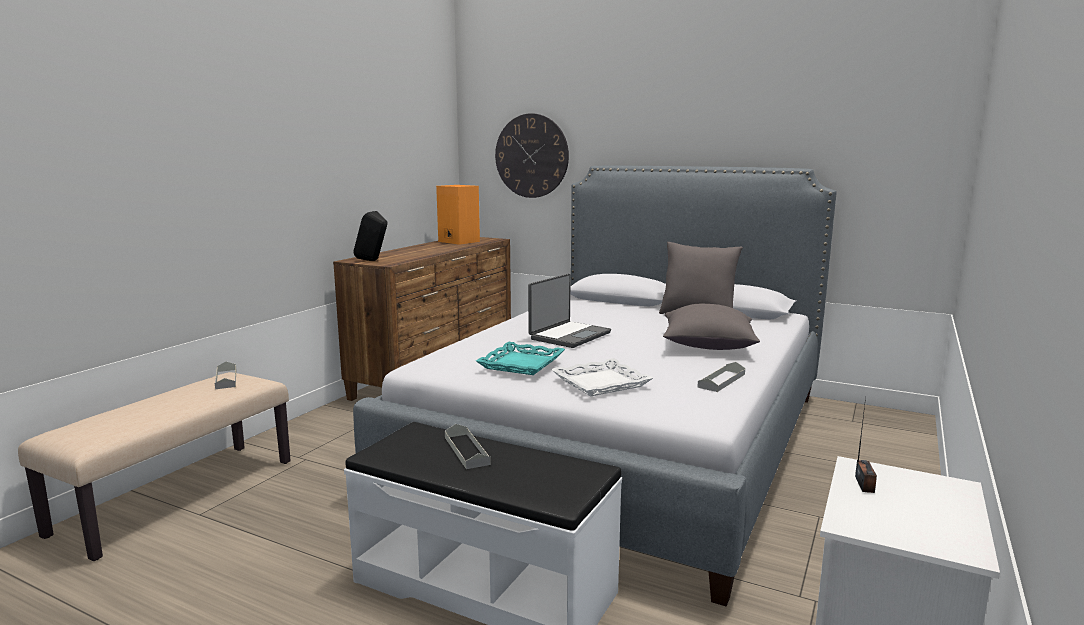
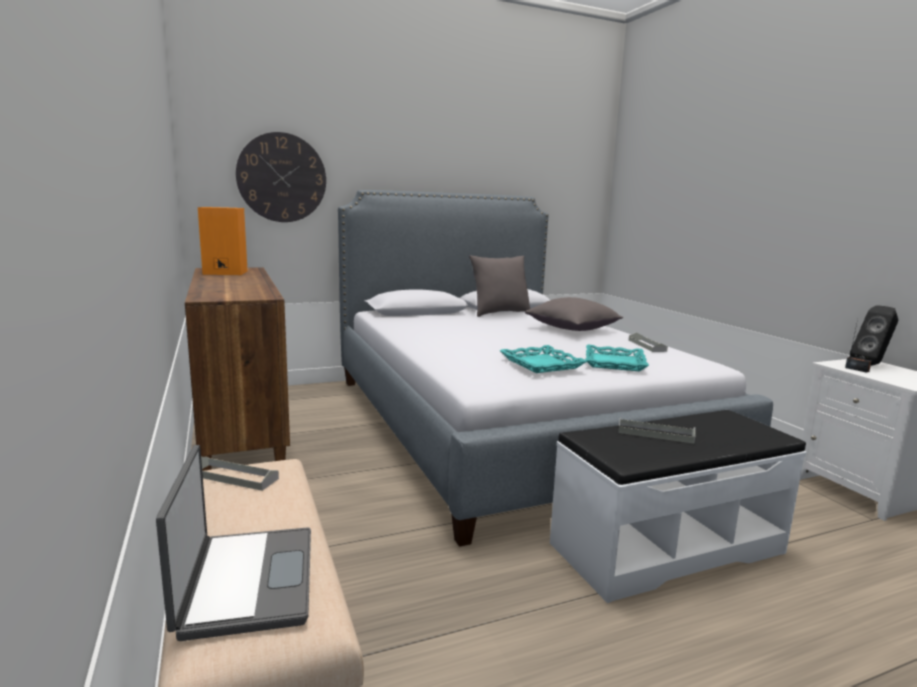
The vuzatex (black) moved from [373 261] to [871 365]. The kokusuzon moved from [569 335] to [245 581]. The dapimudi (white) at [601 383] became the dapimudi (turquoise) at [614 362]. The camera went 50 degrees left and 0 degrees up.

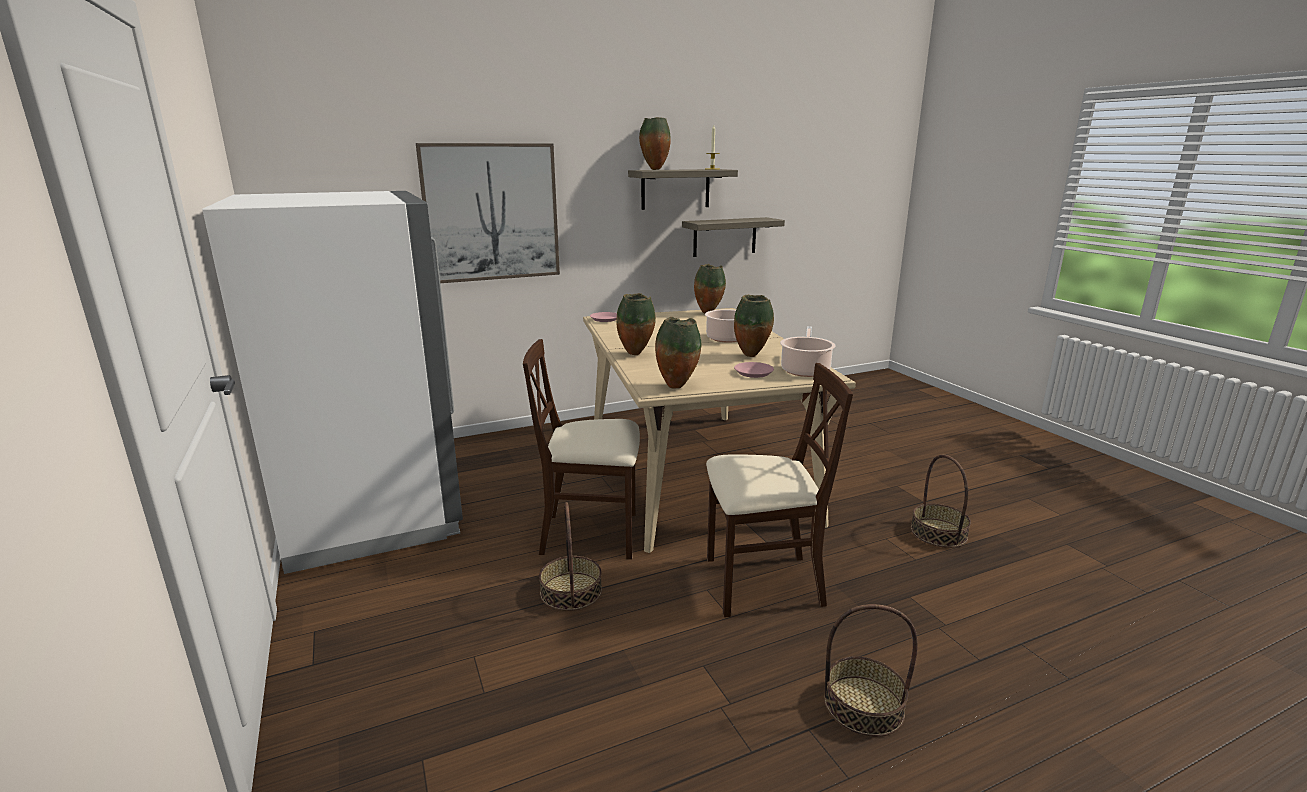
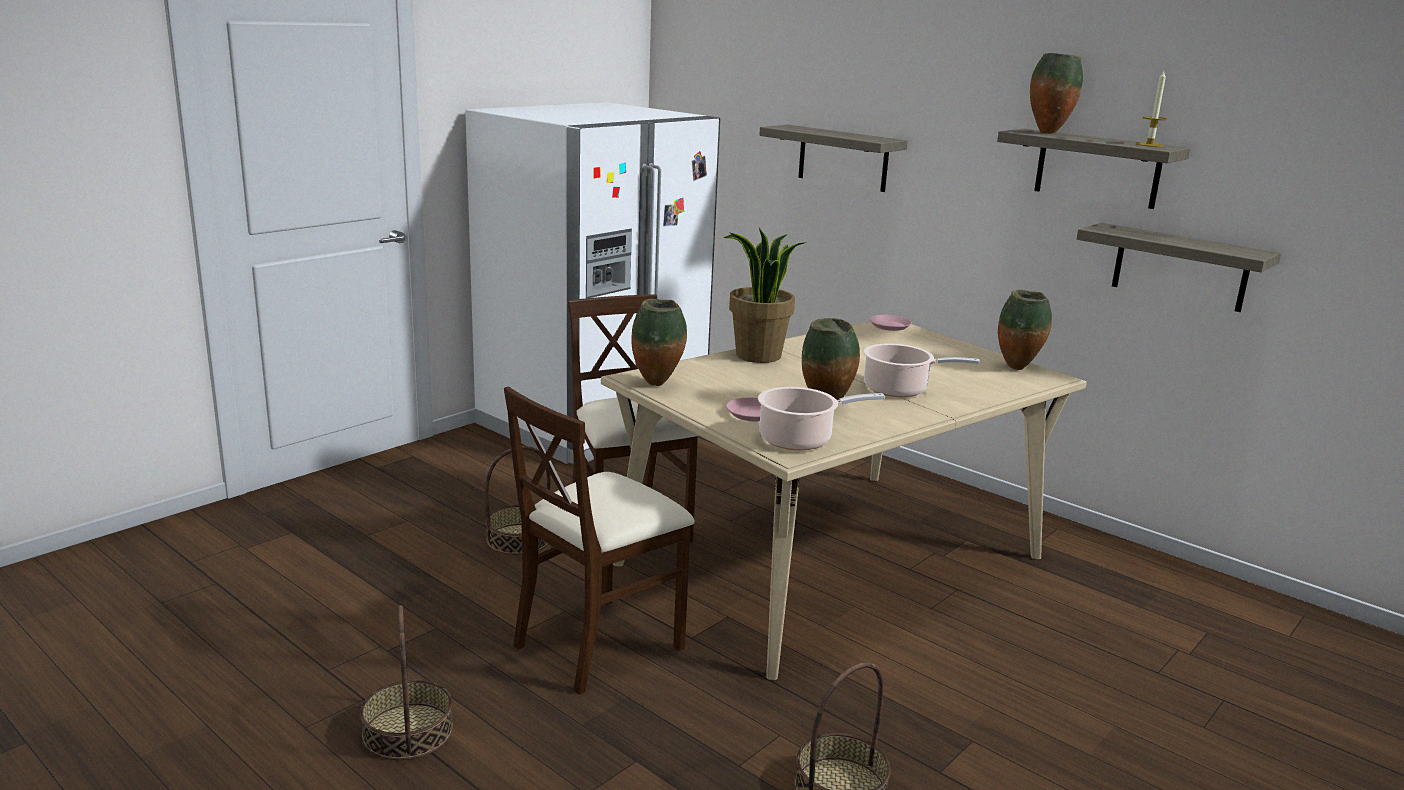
The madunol at [491 212] was replaced by the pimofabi at [843 158]. The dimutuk at [636 354] was replaced by the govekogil at [758 356]. The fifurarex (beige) at [762 583] turned 75 degrees clockwise. The camera went 65 degrees right and 0 degrees up.

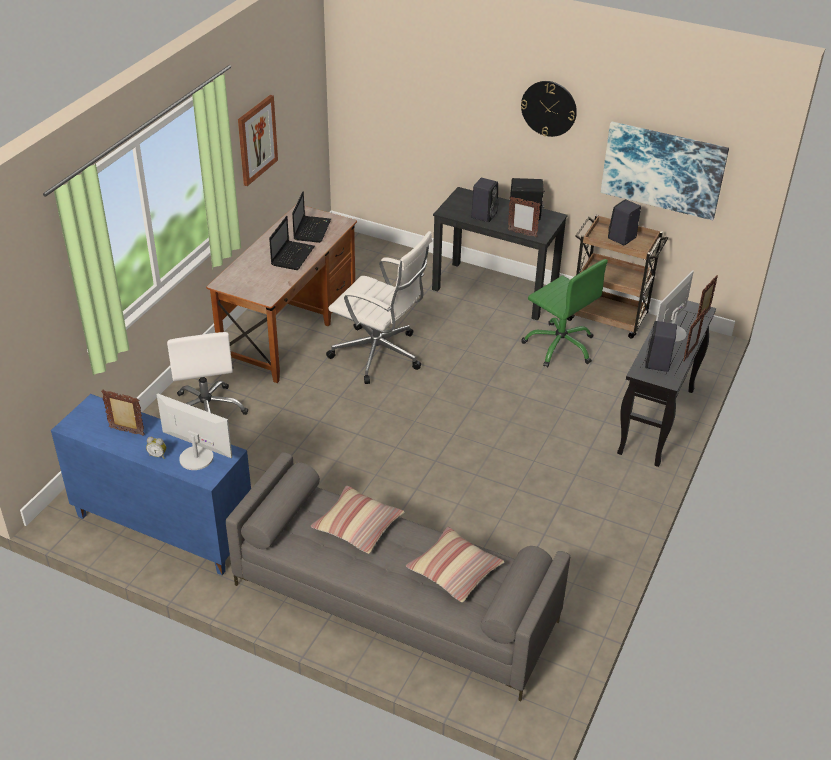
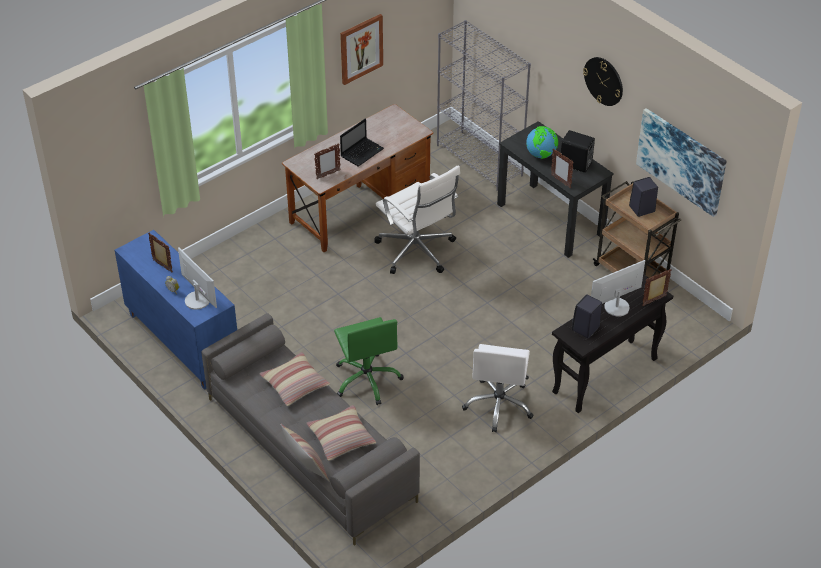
The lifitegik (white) moved from [207 411] to [499 405]. The kokusuzon at [312 229] disappeared. The vuzatex (black) at [484 215] was replaced by the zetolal at [541 155]. The lifitegik (green) moved from [560 346] to [367 379]. The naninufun moved from [690 353] to [328 174]. The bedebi at [306 468] appeared. The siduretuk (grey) at [480 160] appeared. The camera went 25 degrees right and 5 degrees up.

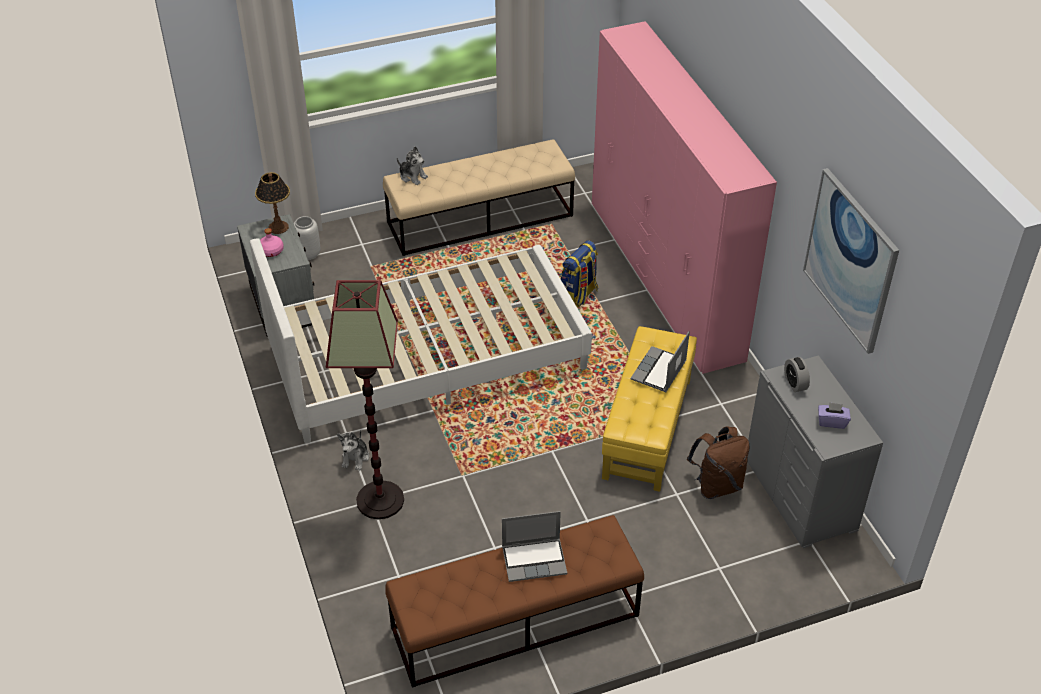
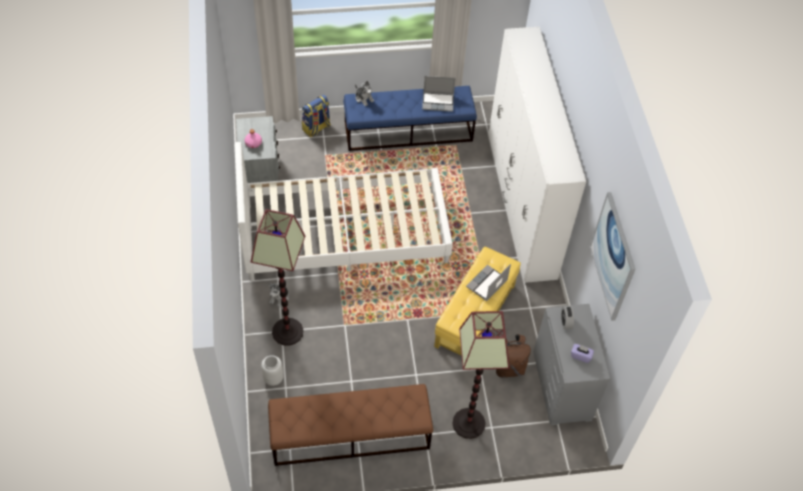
The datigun at [278 227] disappeared. The dimutuk (grey) moved from [308 254] to [273 378]. The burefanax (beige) at [480 219] became the burefanax (blue) at [409 131]. The kokusuzon moved from [535 560] to [438 102]. The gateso moved from [578 296] to [316 128]. The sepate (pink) at [664 278] became the sepate (white) at [521 203]. The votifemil at [468 423] appeared. The camera went 10 degrees right and 10 degrees up.

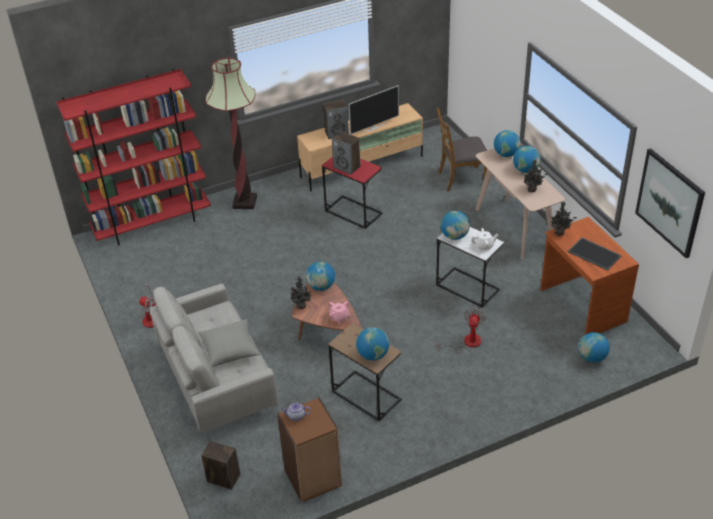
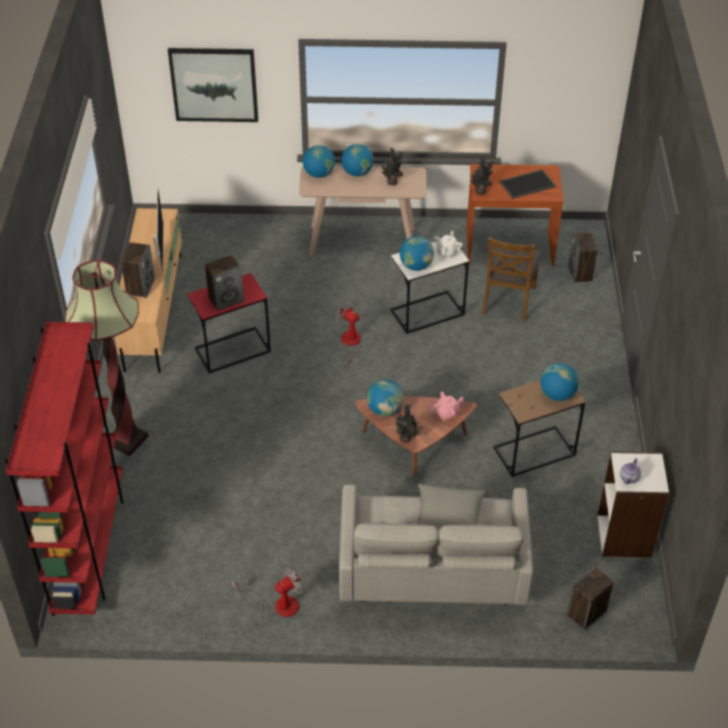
The siduretuk (brown) at [313 478] became the siduretuk (white) at [625 536]. The fifurarex (brown) moved from [461 178] to [508 300]. The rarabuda moved from [466 343] to [350 344]. The zetolal at [592 358] was replaced by the vuzatex at [580 273]. The madunol moved from [669 202] to [214 84]. The camera went 65 degrees left and 5 degrees up.

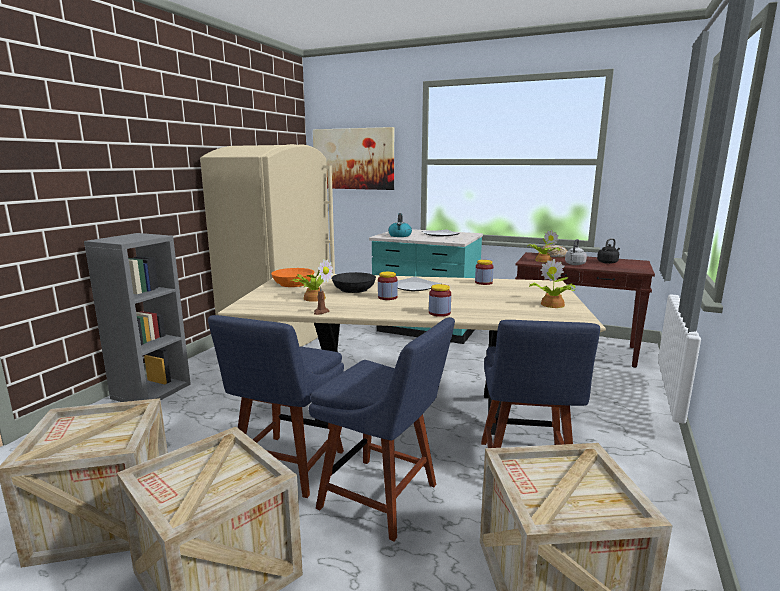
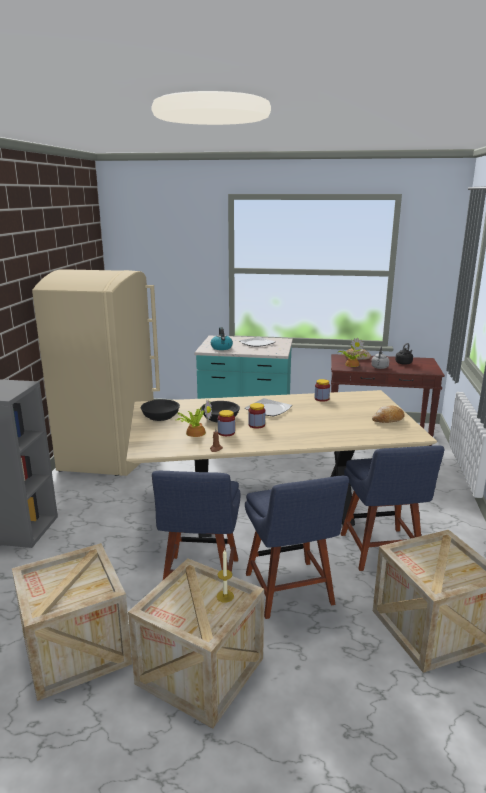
The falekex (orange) at [293 283] became the falekex (black) at [160 416]. The fifurarex (blue) at [383 498] turned 60 degrees clockwise. The madunol at [353 159] disappeared. The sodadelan moved from [439 313] to [226 433]. The govekogil at [551 305] was replaced by the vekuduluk at [388 420]. The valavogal at [225 596] appeared. The camera went 15 degrees left and 5 degrees up.

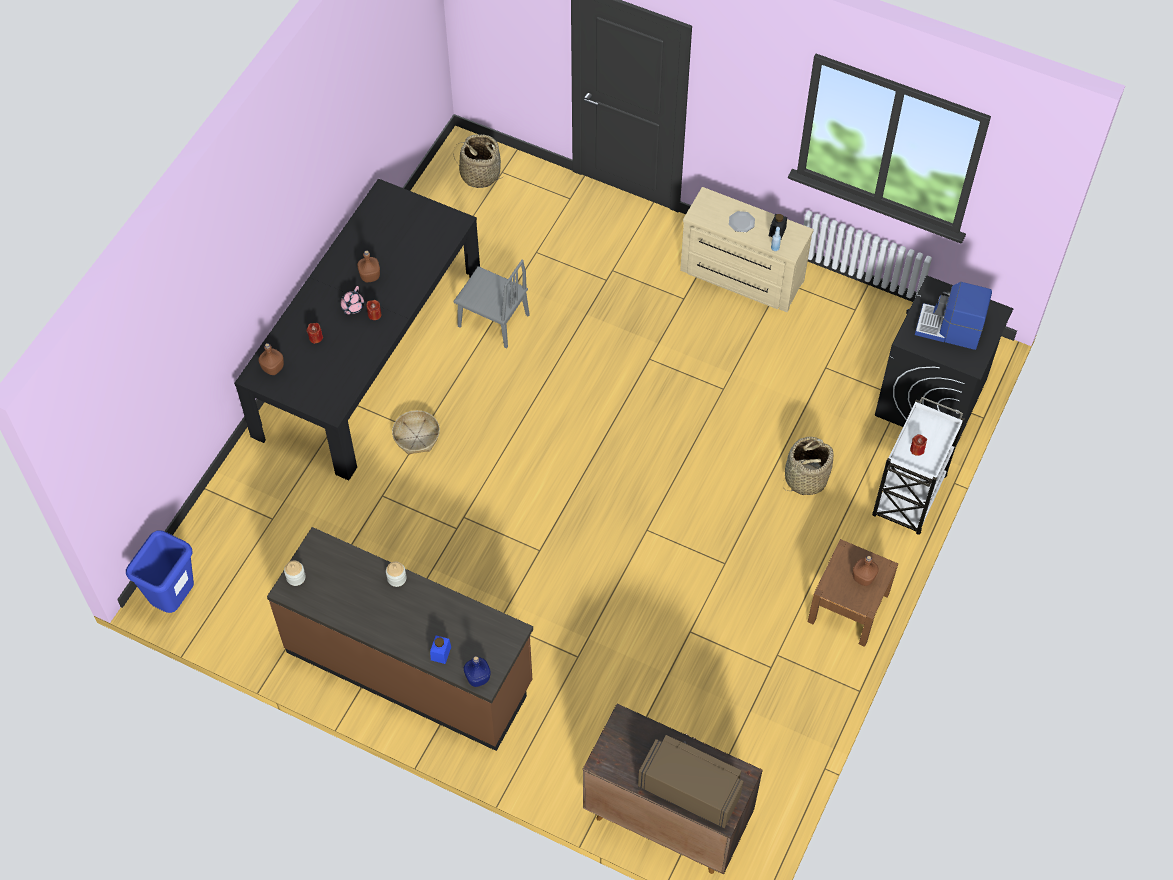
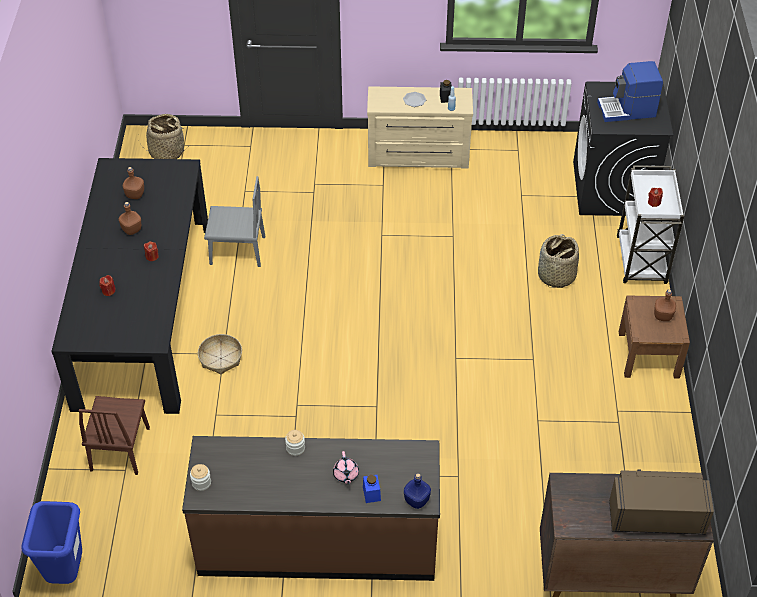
The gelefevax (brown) moved from [273 368] to [135 194]. The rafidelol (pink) moved from [352 307] to [346 475]. The fifurarex (brown) at [120 448] appeared. The camera went 25 degrees left and 10 degrees down.

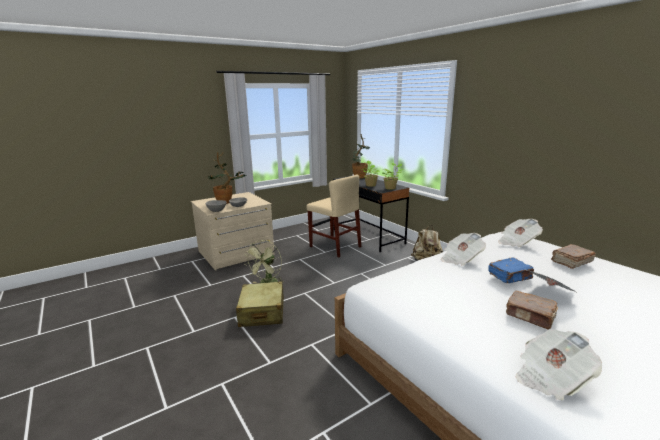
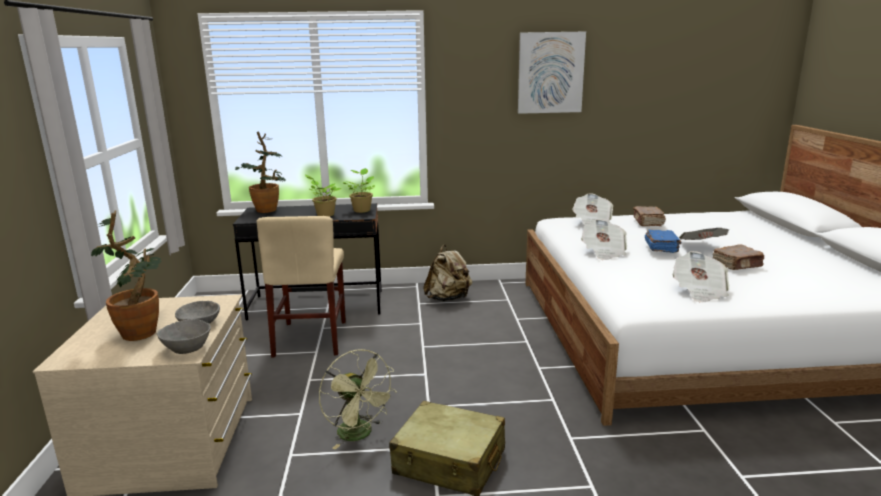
The fifurarex (beige) at [335 246] turned 105 degrees clockwise. The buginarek moved from [550 378] to [699 291]. The madunol at [550 73] appeared. The camera went 60 degrees left and 0 degrees up.

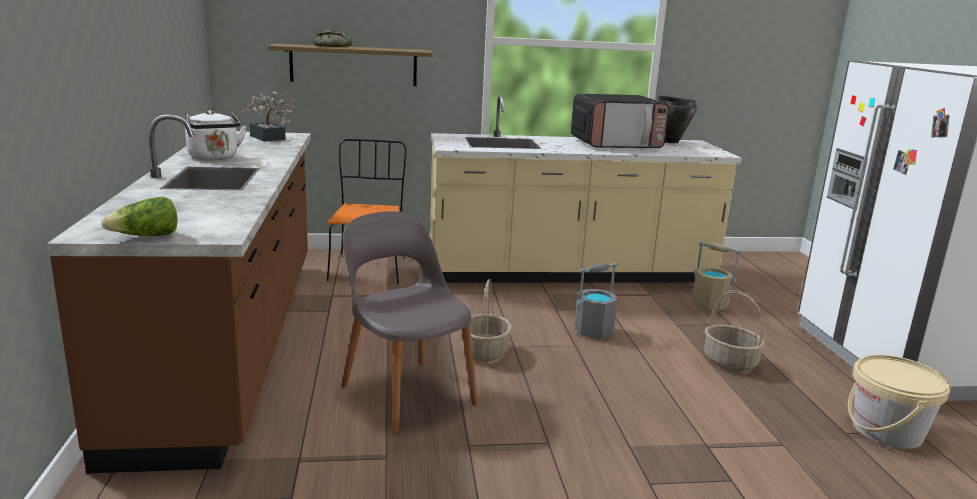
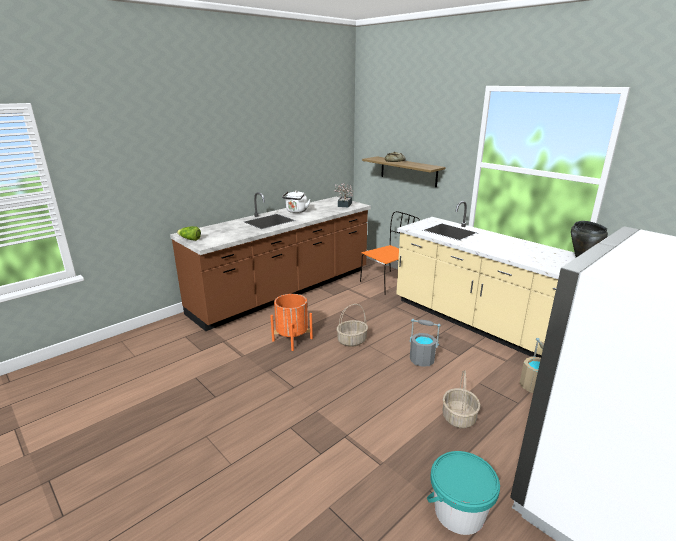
The fifurarex (grey) at [407 393] was replaced by the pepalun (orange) at [292 339]. The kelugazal at [616 144] disappeared. The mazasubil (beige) at [887 431] became the mazasubil (turquoise) at [459 512]. The camera went 55 degrees right and 5 degrees up.

